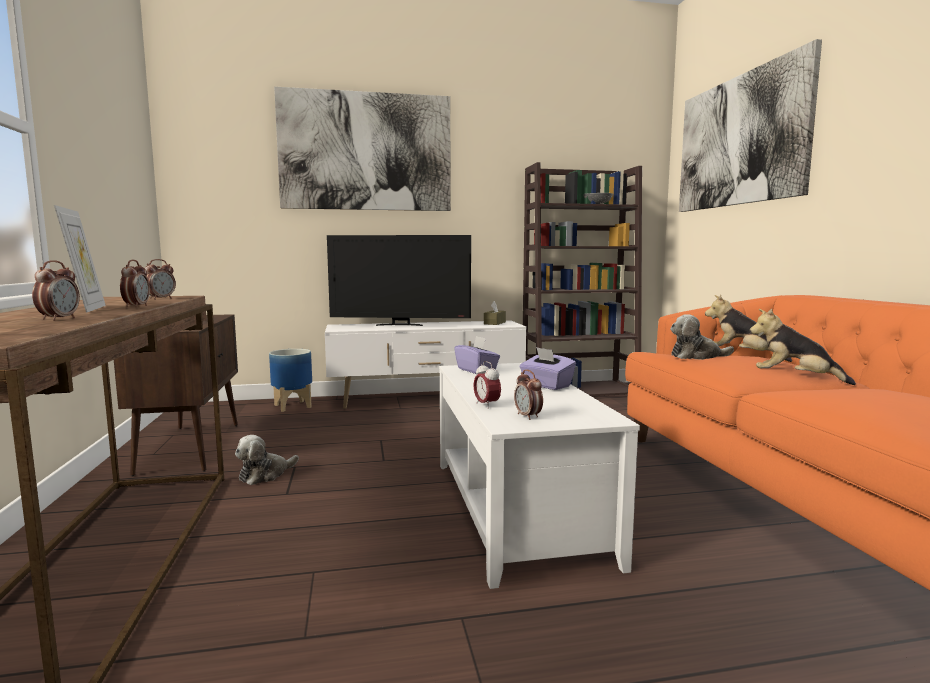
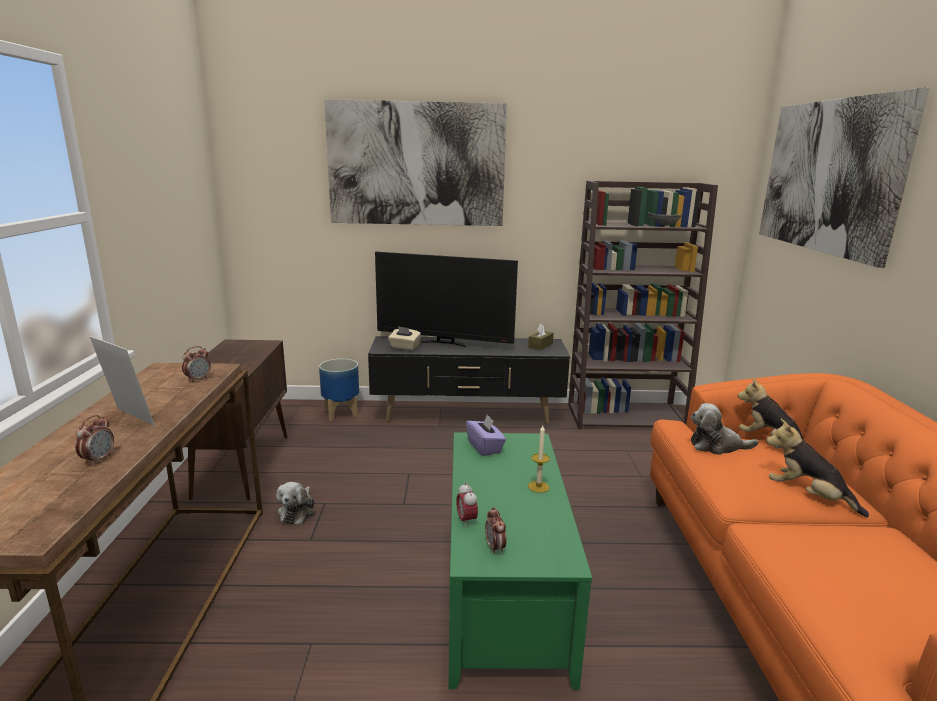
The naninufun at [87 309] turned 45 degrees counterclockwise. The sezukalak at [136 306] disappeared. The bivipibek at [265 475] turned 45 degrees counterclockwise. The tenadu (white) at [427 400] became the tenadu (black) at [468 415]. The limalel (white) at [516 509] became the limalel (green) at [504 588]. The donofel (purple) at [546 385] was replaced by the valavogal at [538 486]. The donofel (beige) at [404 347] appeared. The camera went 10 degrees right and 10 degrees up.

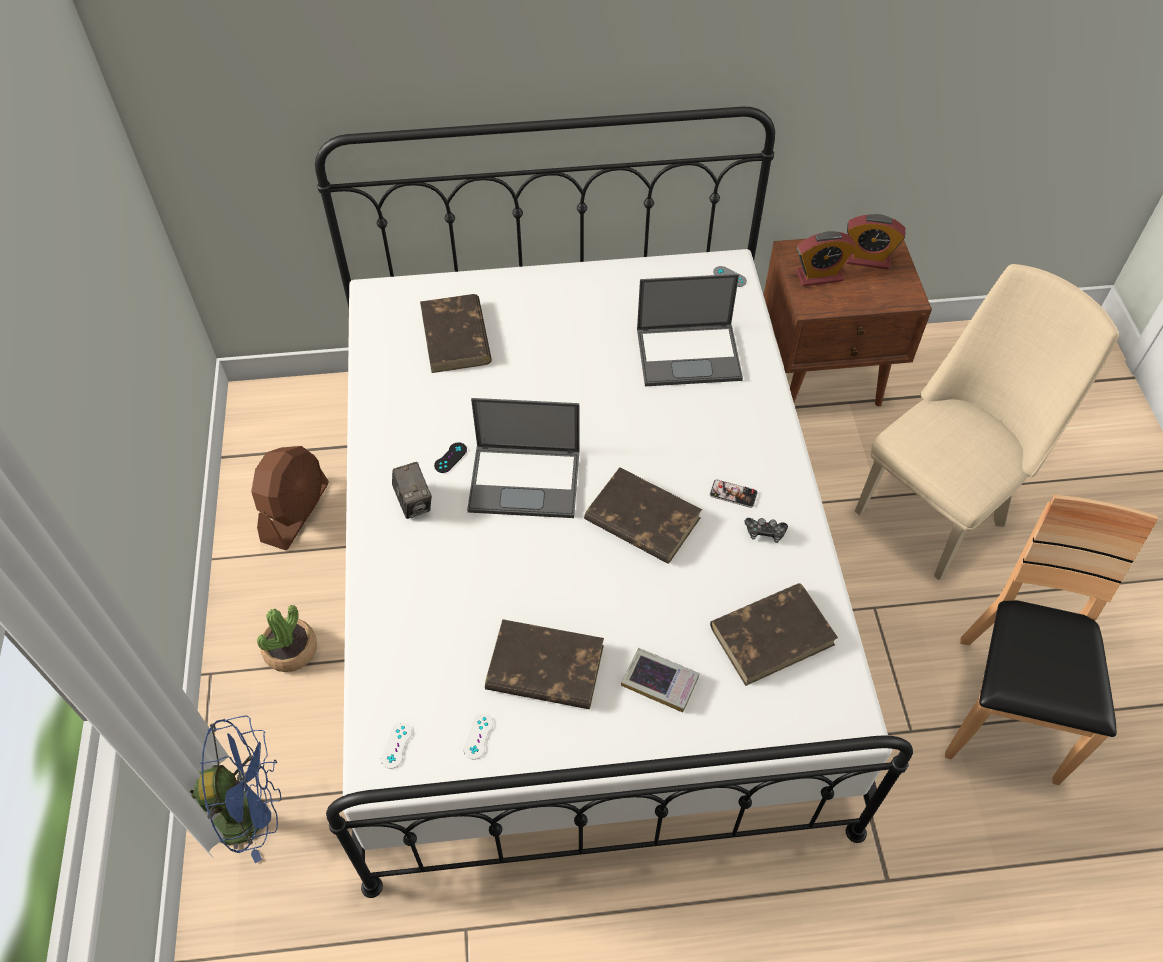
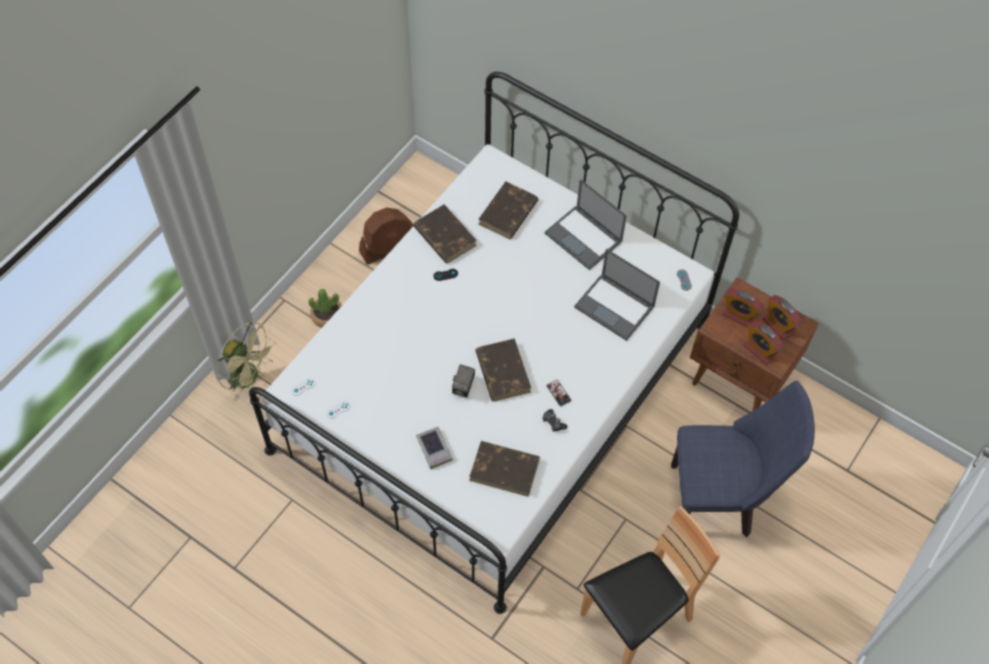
The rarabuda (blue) at [251 812] became the rarabuda (beige) at [249 377]. The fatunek moved from [414 502] to [463 387]. The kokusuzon moved from [526 480] to [584 238]. The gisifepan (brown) moved from [544 668] to [444 236]. The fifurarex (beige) at [936 509] became the fifurarex (blue) at [719 498]. The sezukalak at [759 350] appeared. The camera went 40 degrees right and 5 degrees up.

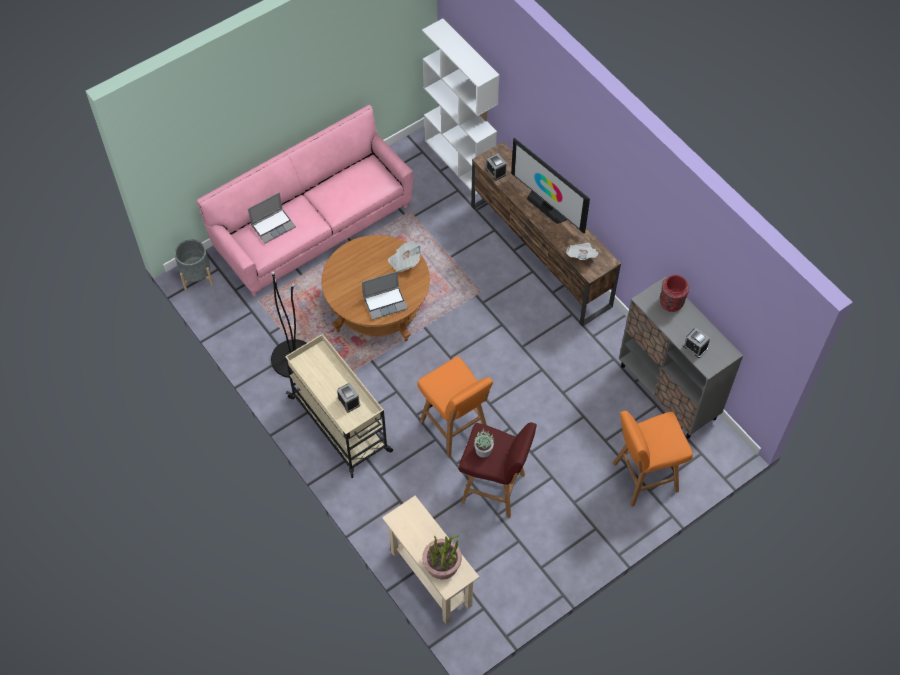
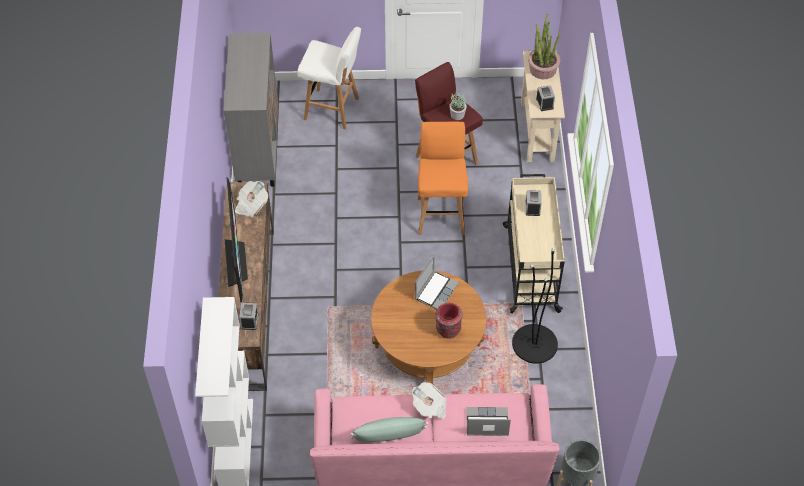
The kokusuzon at [385 303] turned 105 degrees clockwise. The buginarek moved from [405 261] to [430 407]. The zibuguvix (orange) at [643 477] became the zibuguvix (white) at [333 109]. The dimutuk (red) moved from [671 302] to [448 330]. The sezukalak moved from [695 347] to [544 103]. The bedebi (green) at [389 435] appeared. The camera went 145 degrees left and 5 degrees down.

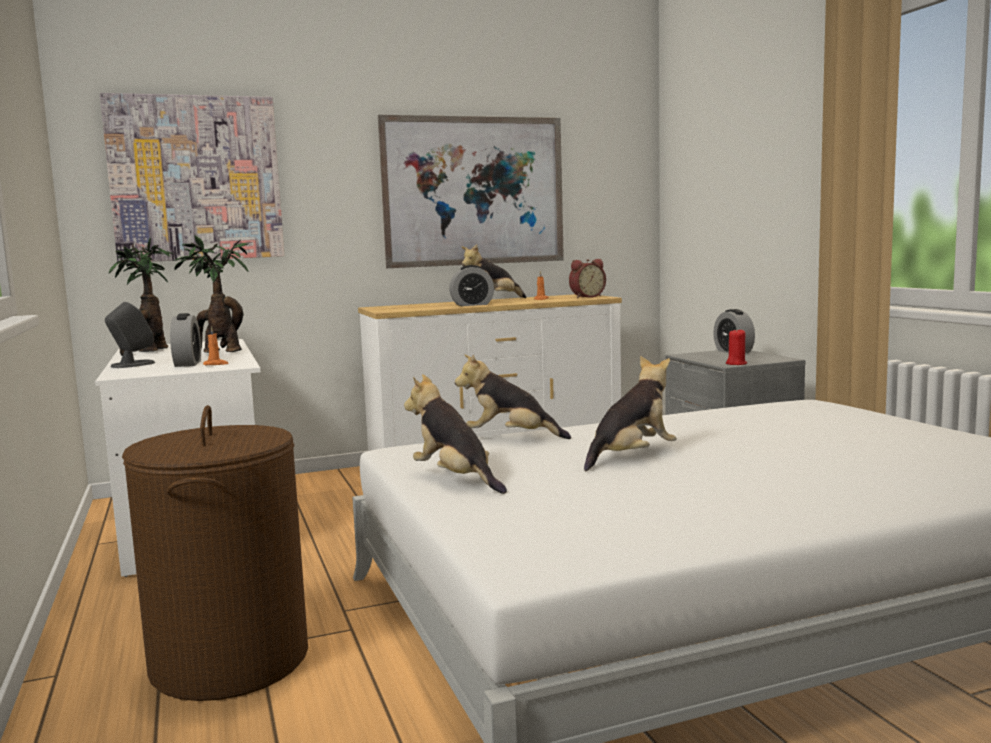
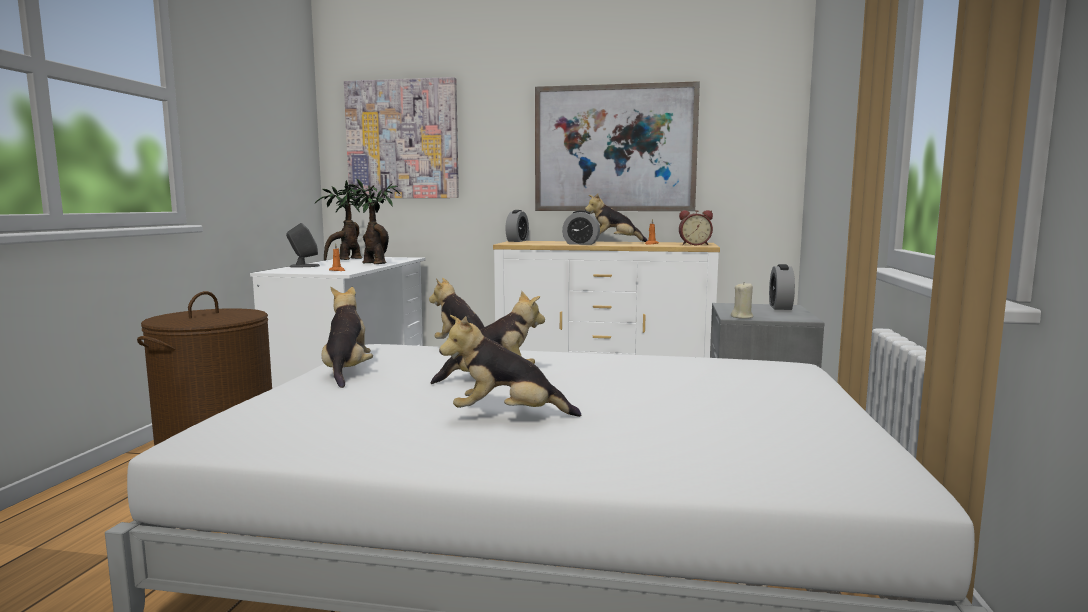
The sezukalak moved from [188 364] to [517 241]. The valavogal (red) at [736 364] became the valavogal (beige) at [742 317]. The bivipibek at [507 416] appeared. The camera went 30 degrees right and 0 degrees up.

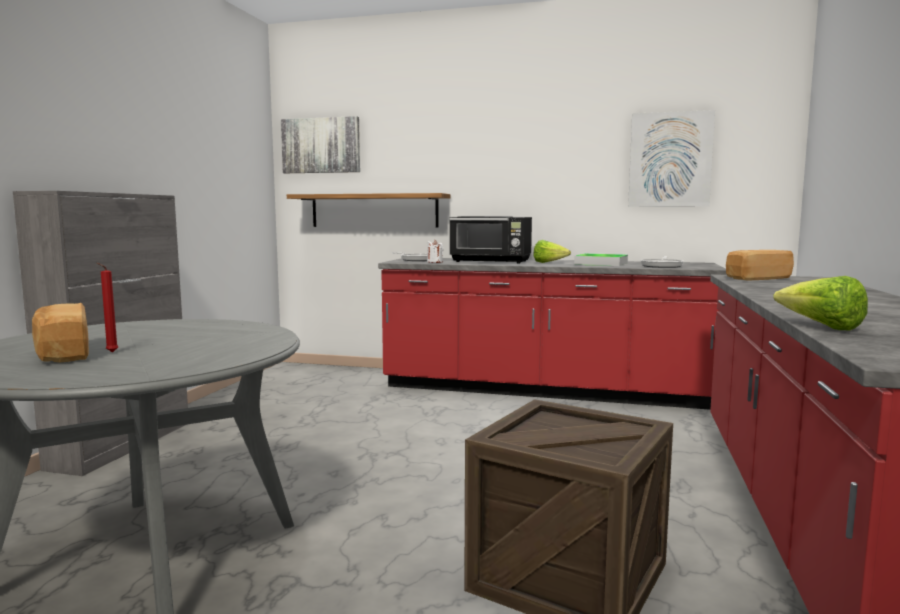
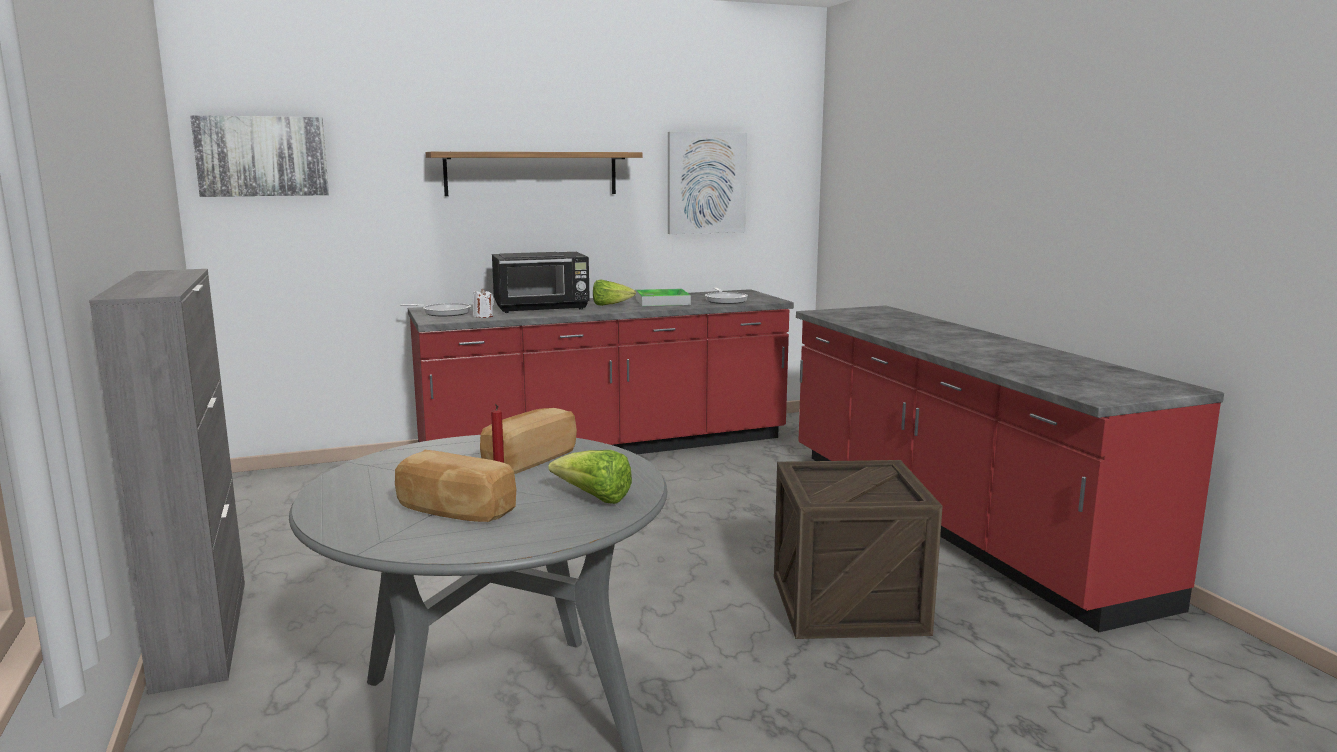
The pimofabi moved from [374 211] to [531 173]. The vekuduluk moved from [756 278] to [528 460]. The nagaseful moved from [821 327] to [594 498]. The camera went 35 degrees left and 5 degrees up.

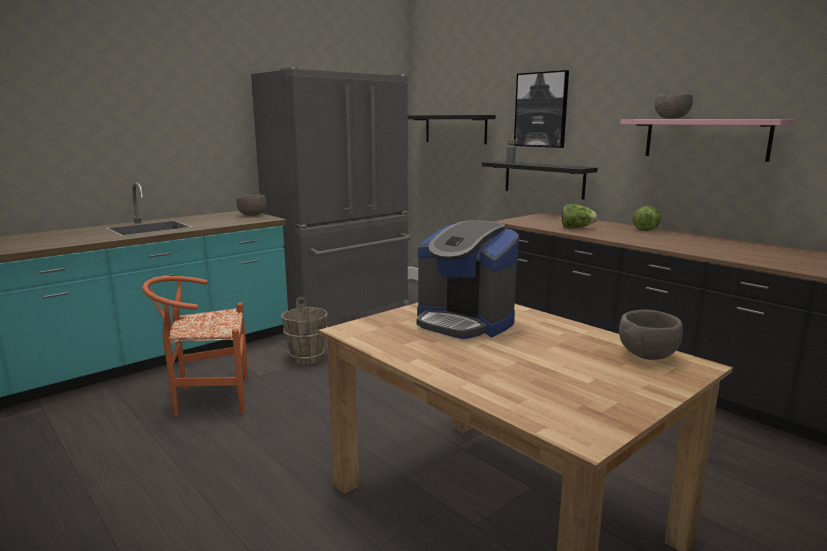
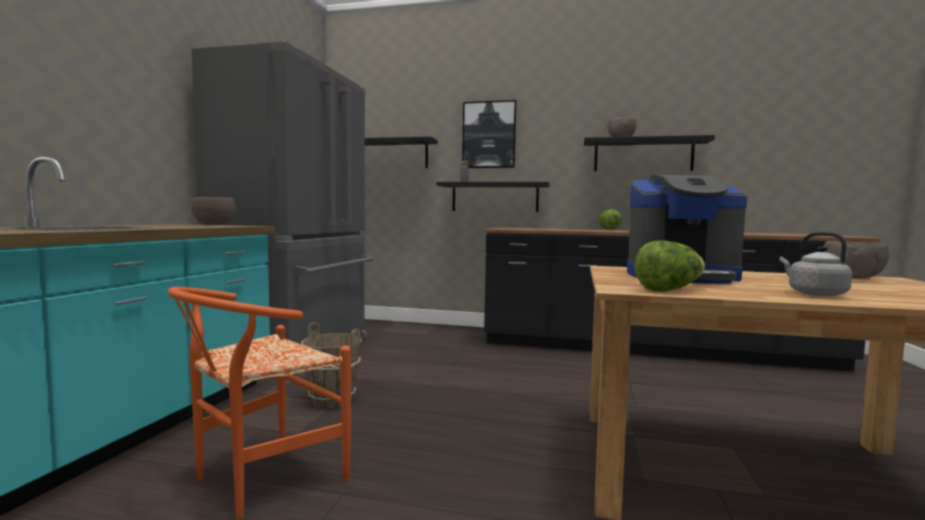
The nagaseful moved from [576 228] to [669 290]. The pimofabi (pink) at [705 139] became the pimofabi (black) at [643 155]. The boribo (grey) at [814 293] appeared. The camera went 35 degrees left and 10 degrees down.

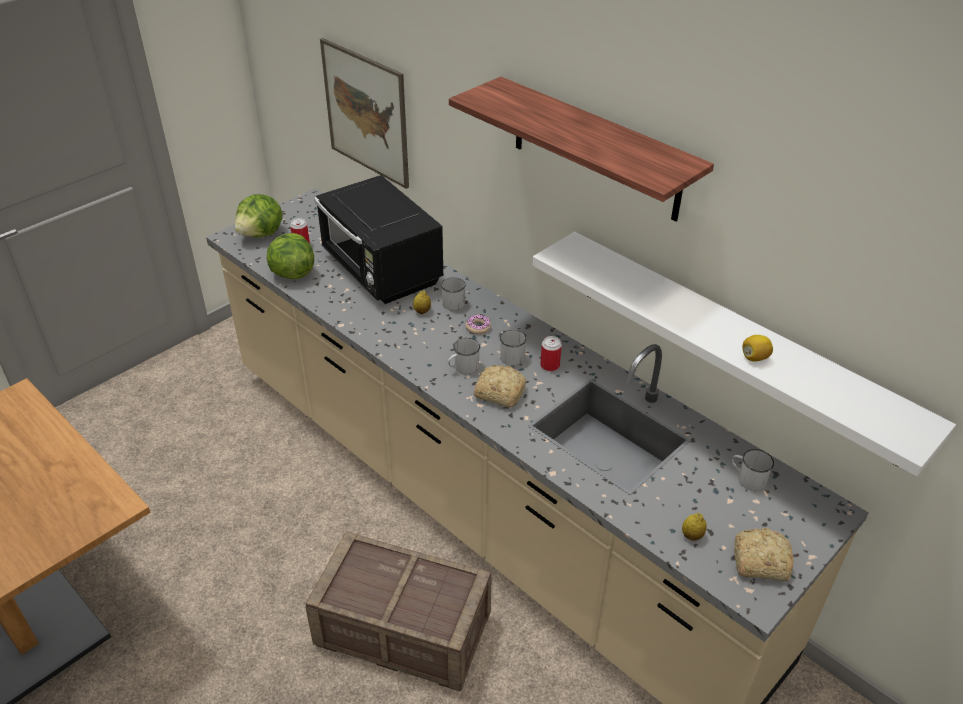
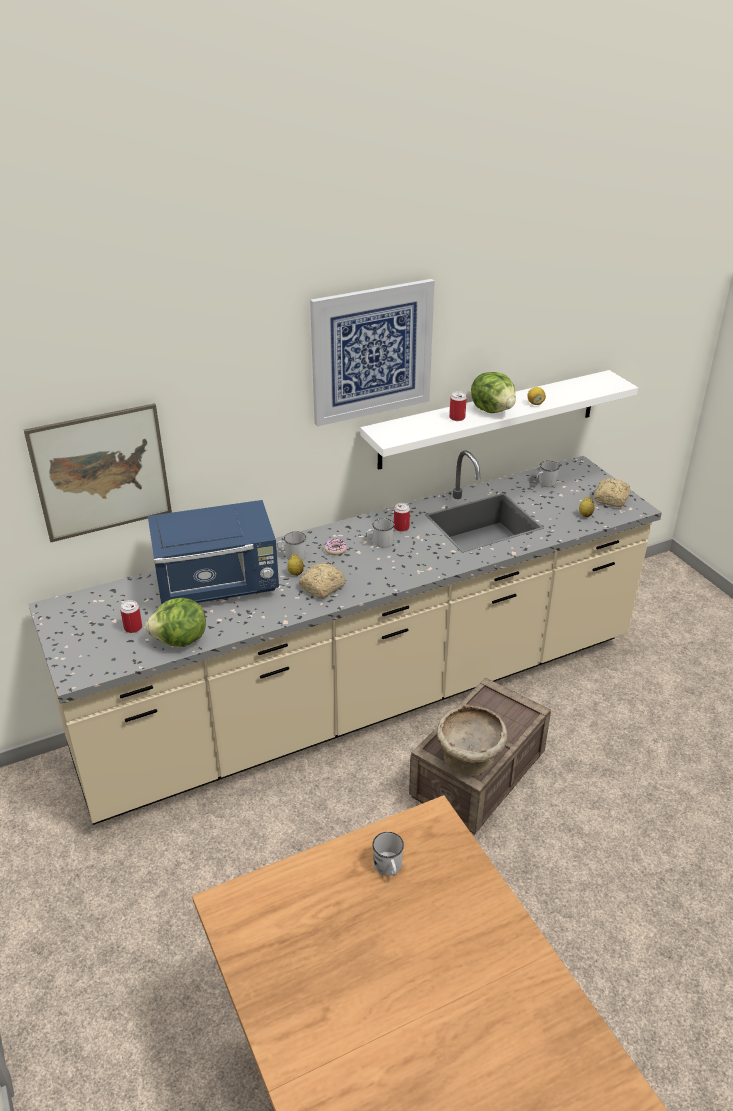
The nagaseful moved from [261 234] to [493 410]. The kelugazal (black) at [381 271] became the kelugazal (blue) at [218 585]. The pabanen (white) moved from [463 368] to [389 868]. The pimofabi at [595 149] was replaced by the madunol at [372 352]. The vekuduluk moved from [499 392] to [321 587]. The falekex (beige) at [470 758] appeared. The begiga at [457 418] appeared. The camera went 70 degrees left and 5 degrees down.

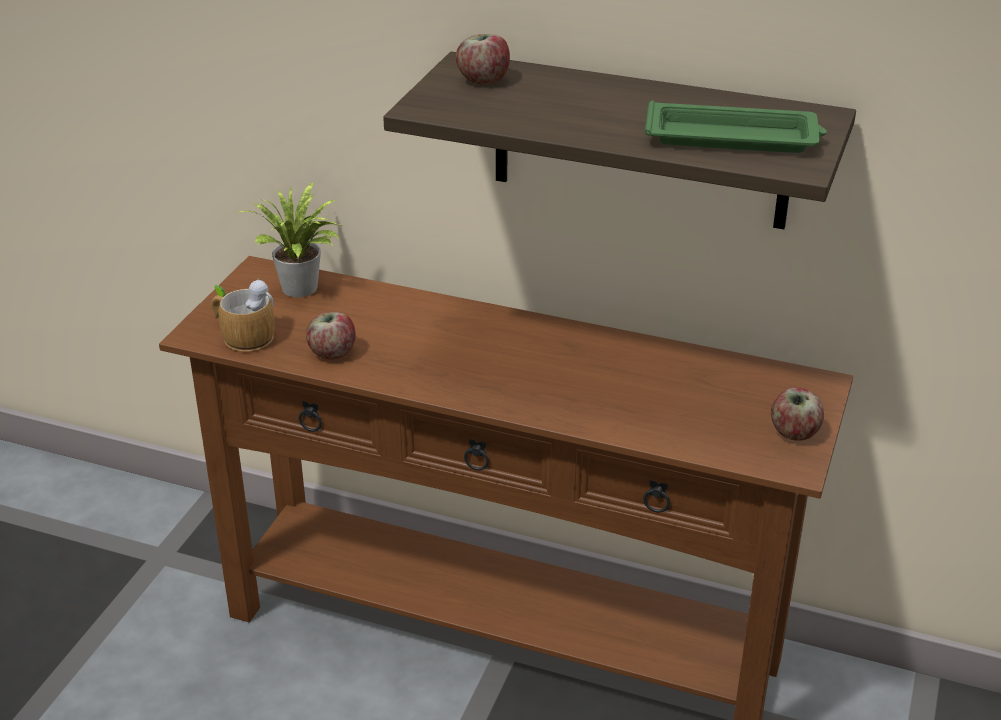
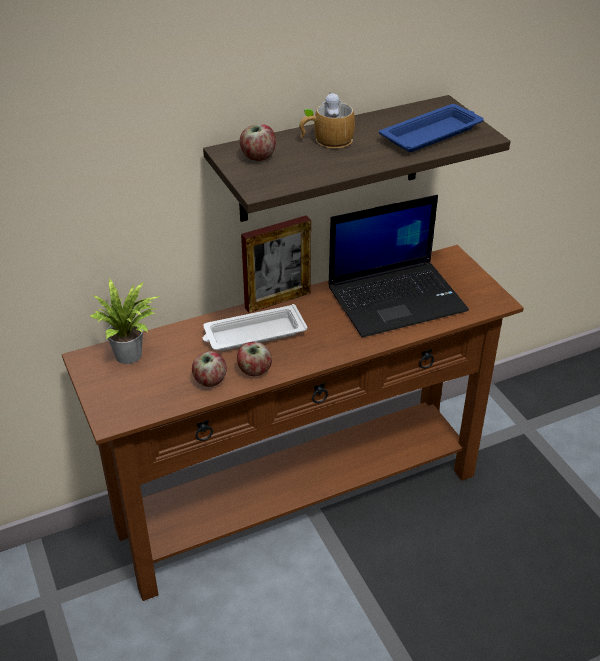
The pabanen moved from [242 334] to [326 140]. The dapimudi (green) at [734 138] became the dapimudi (blue) at [432 134]. The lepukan moved from [794 433] to [254 371]. The dapimudi (white) at [253 334] appeared. The naninufun at [278 300] appeared. The kokusuzon at [397 298] appeared. The camera went 45 degrees left and 5 degrees up.

